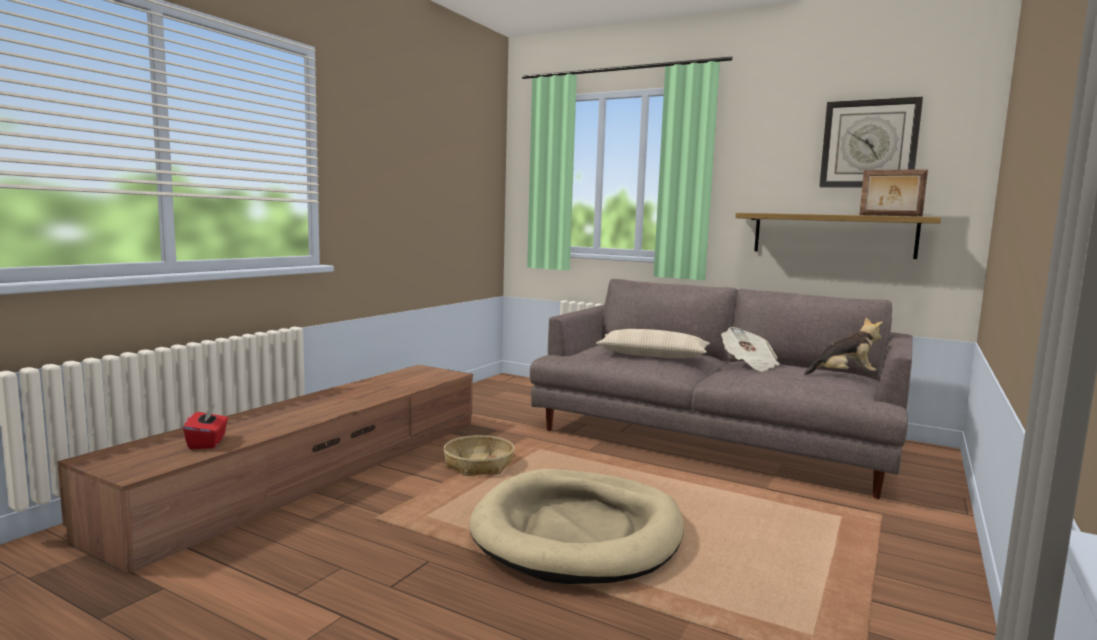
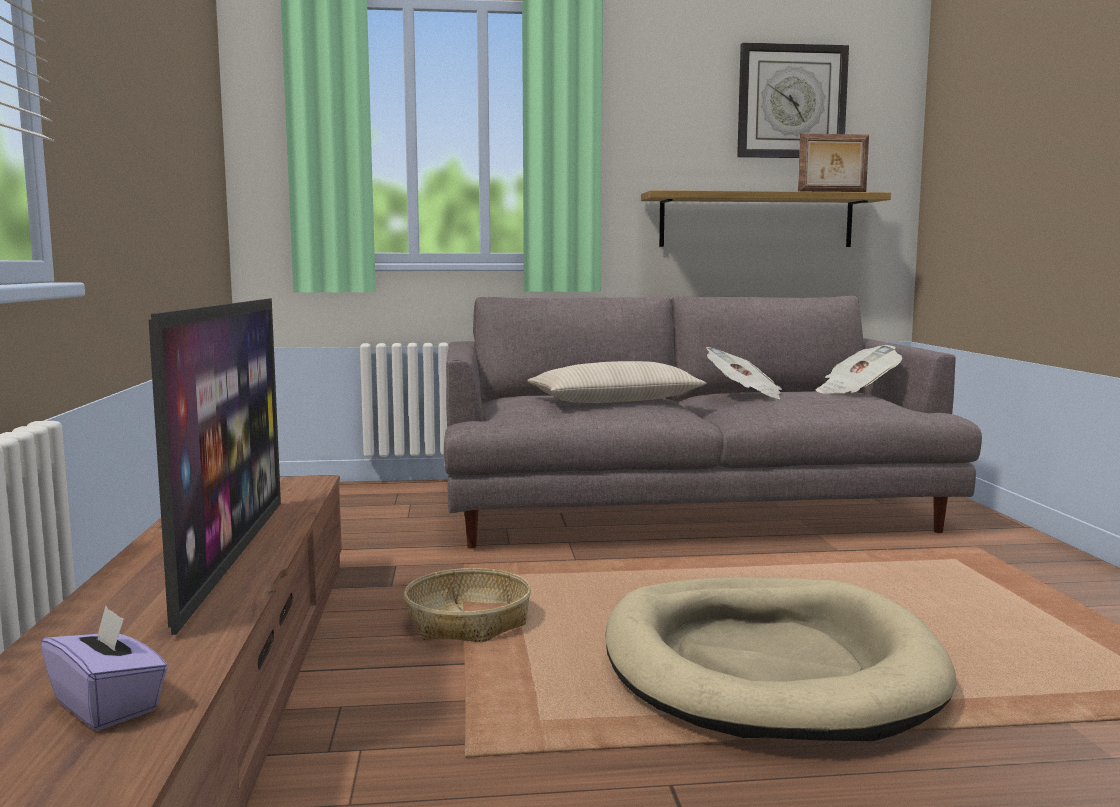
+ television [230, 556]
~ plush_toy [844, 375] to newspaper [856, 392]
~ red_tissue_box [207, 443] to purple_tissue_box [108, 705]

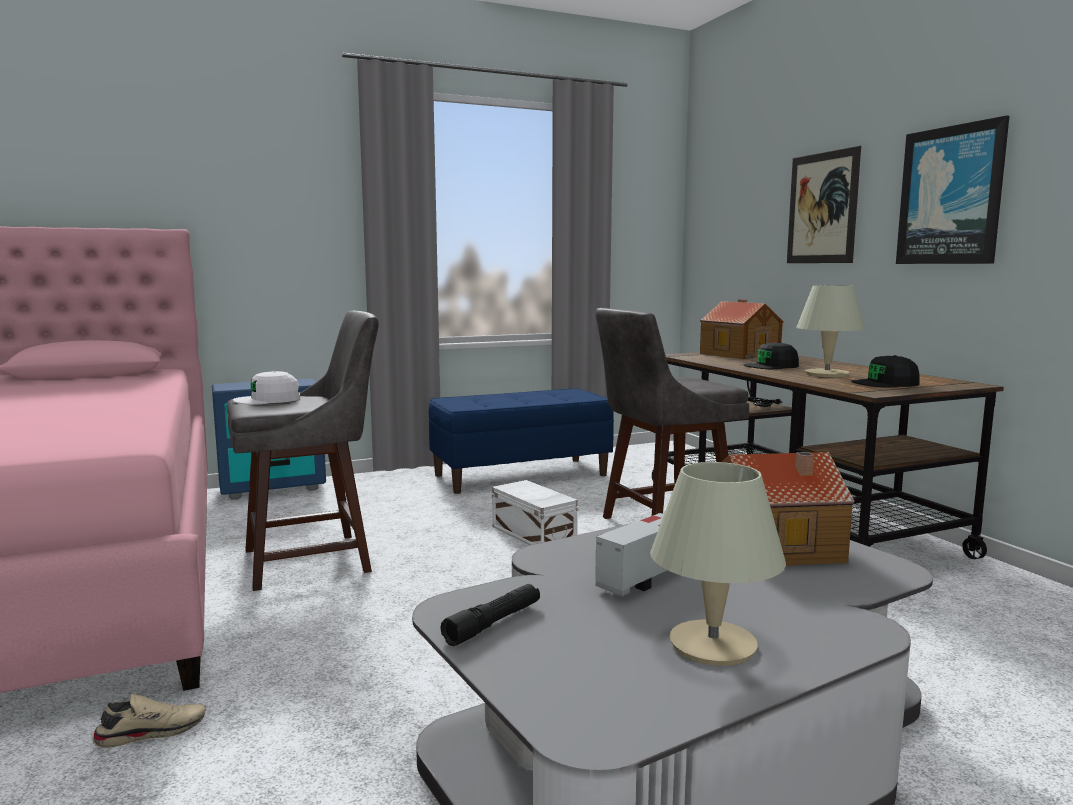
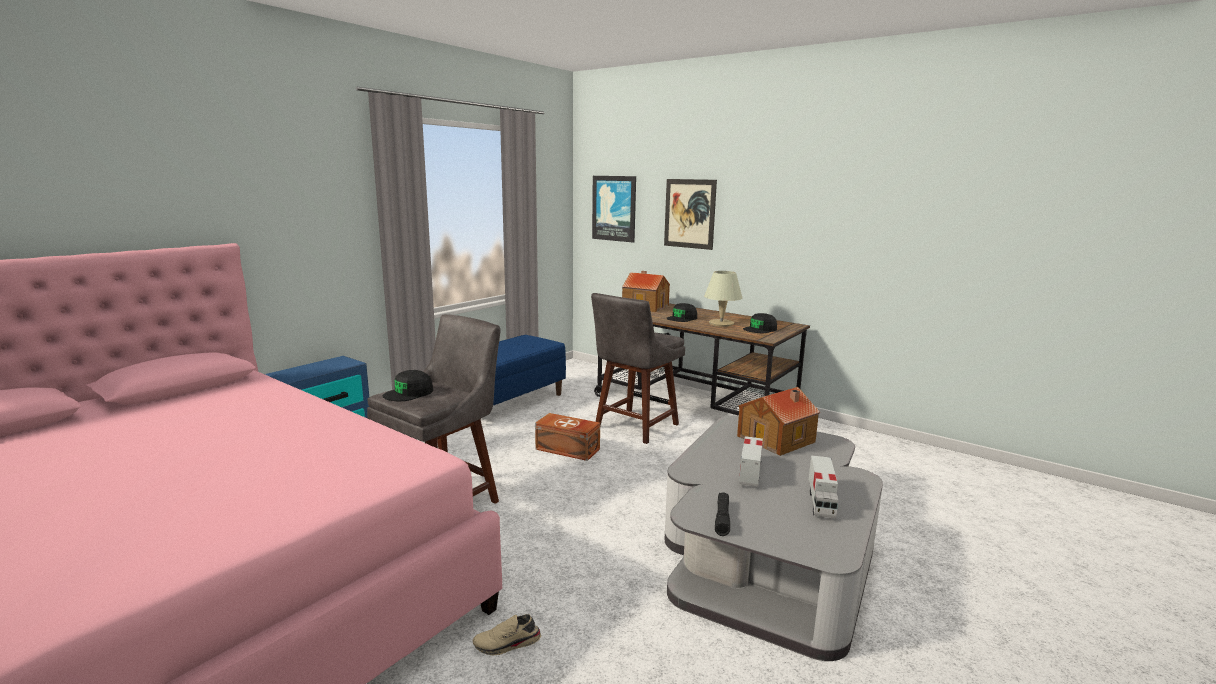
~ picture [950, 195] to [614, 208]
~ beige_table_lamp [713, 645] to toy_truck [821, 501]
~ white_cap [268, 399] to black_cap [409, 393]
~ white_storage_box [533, 535] to brown_storage_box [568, 449]
~ beige_shoe [152, 731] = [507, 644] 135 degrees counterclockwise

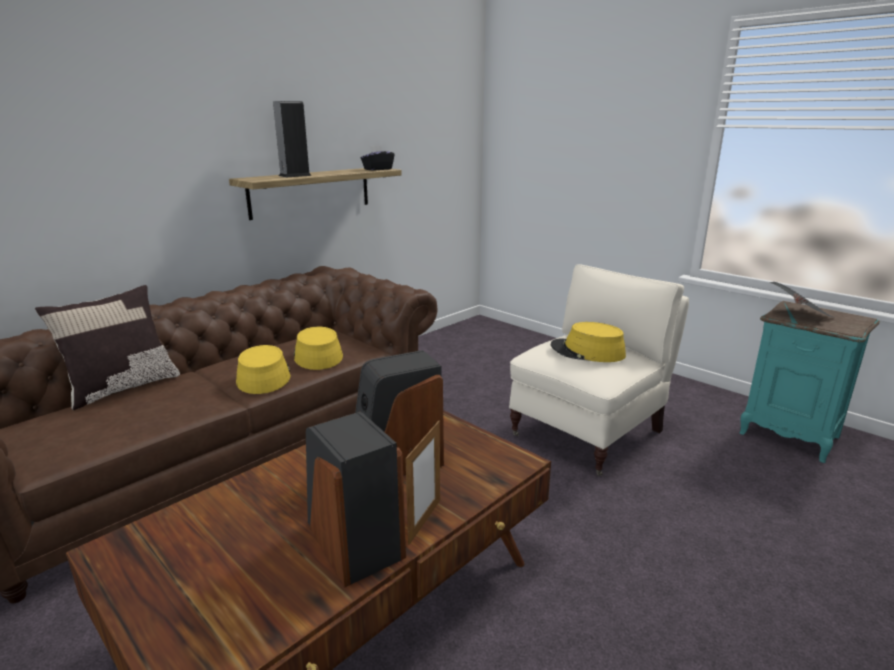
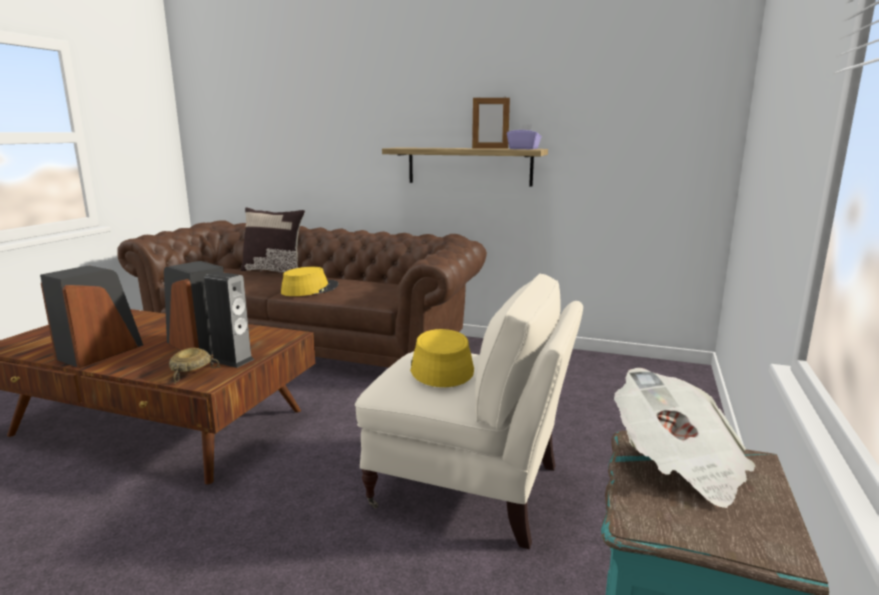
- yellow_hat [317, 355]
+ beige_bowl [192, 373]
~ speaker [295, 175] to [232, 360]
~ picture_frame [424, 521] to [490, 148]
~ black_tissue_box [377, 169] to purple_tissue_box [523, 149]

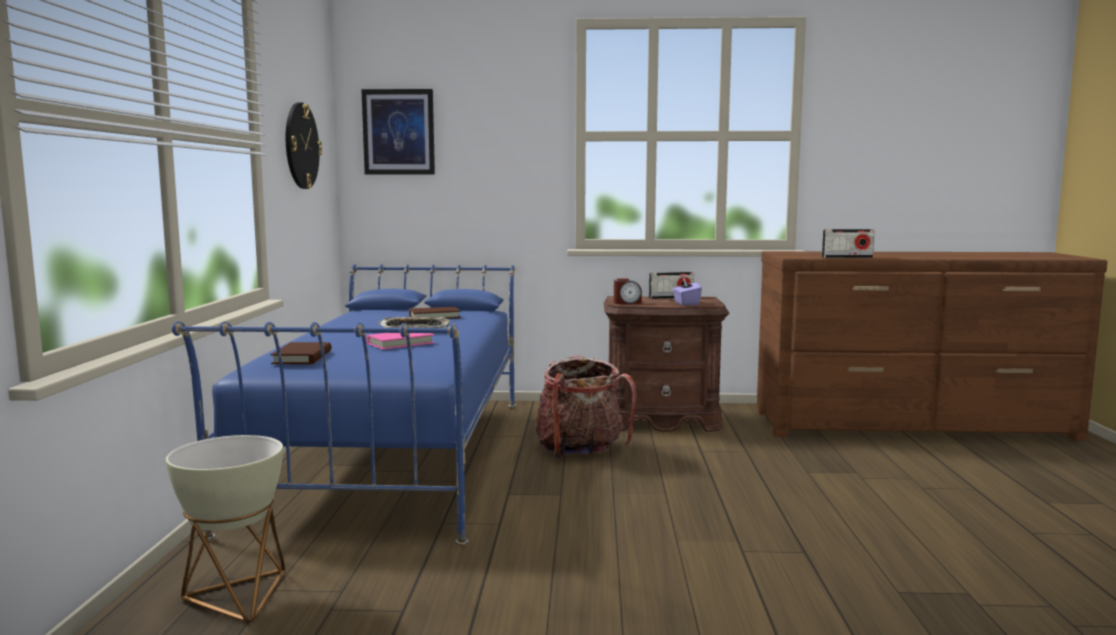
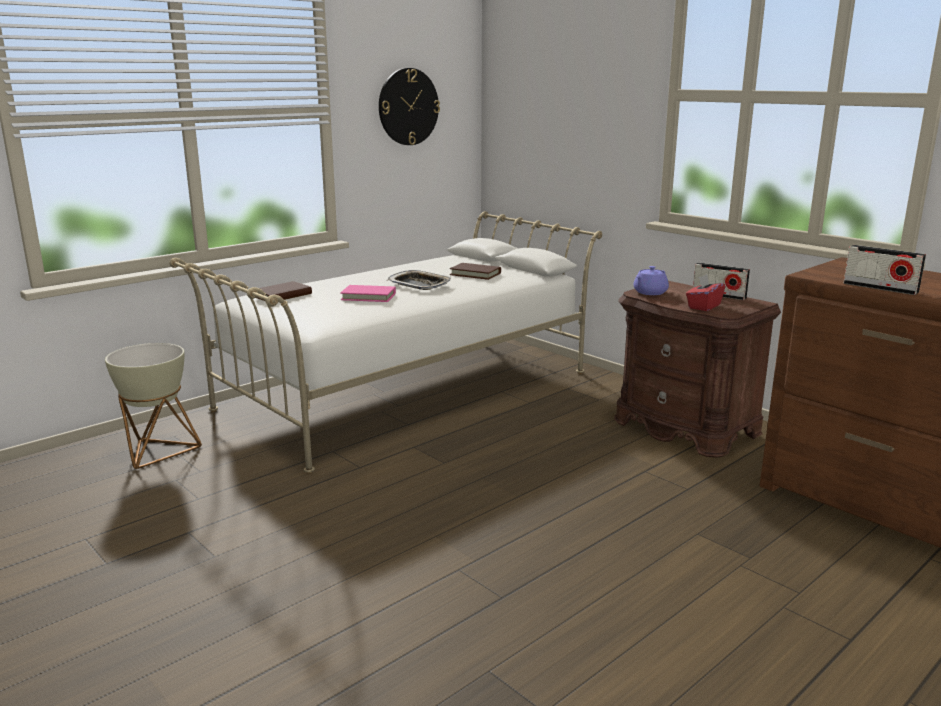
- picture [398, 132]
- backpack [580, 451]
~ alarm_clock [627, 302] to purple_teapot [649, 293]
~ blue_bed [394, 458] to white_bed [407, 390]
~ purple_tissue_box [686, 303] to red_tissue_box [703, 306]

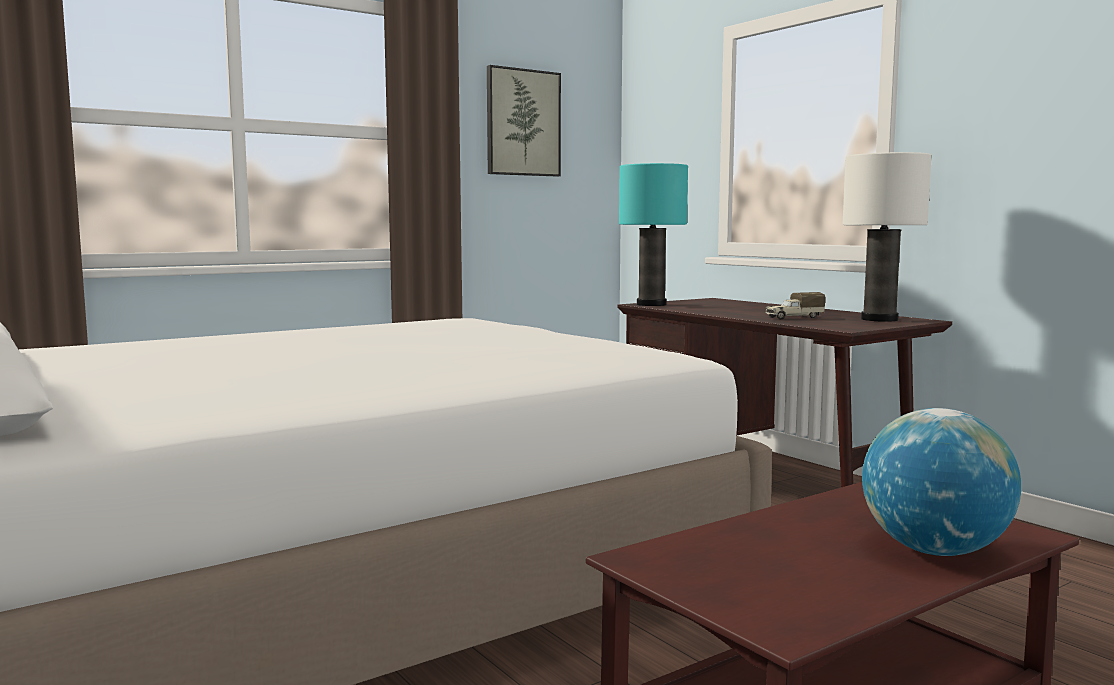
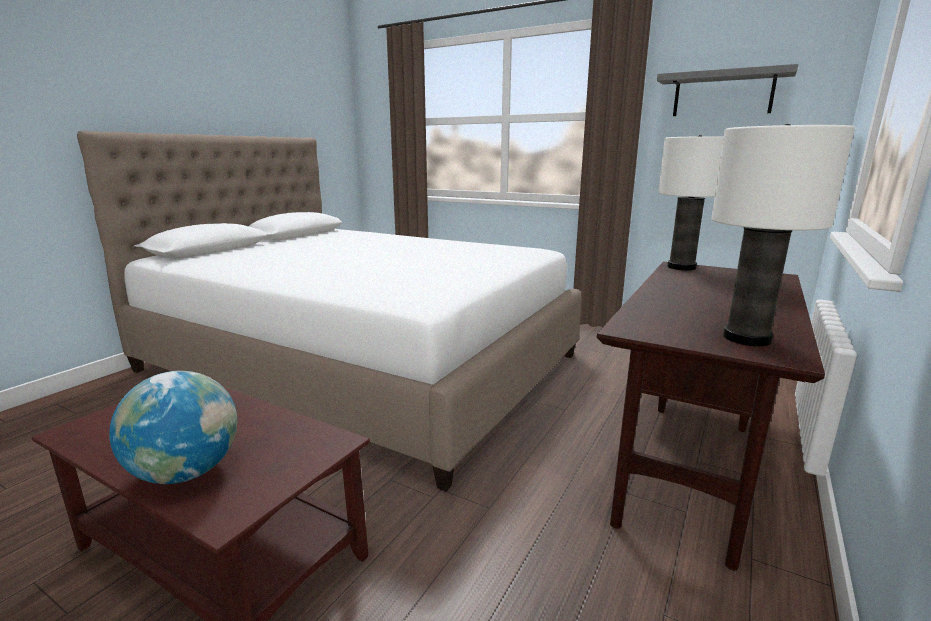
- toy_truck [793, 317]
~ picture [522, 123] to grey_shelf [722, 94]
~ turquoise_table_lamp [652, 304] to white_table_lamp [682, 267]

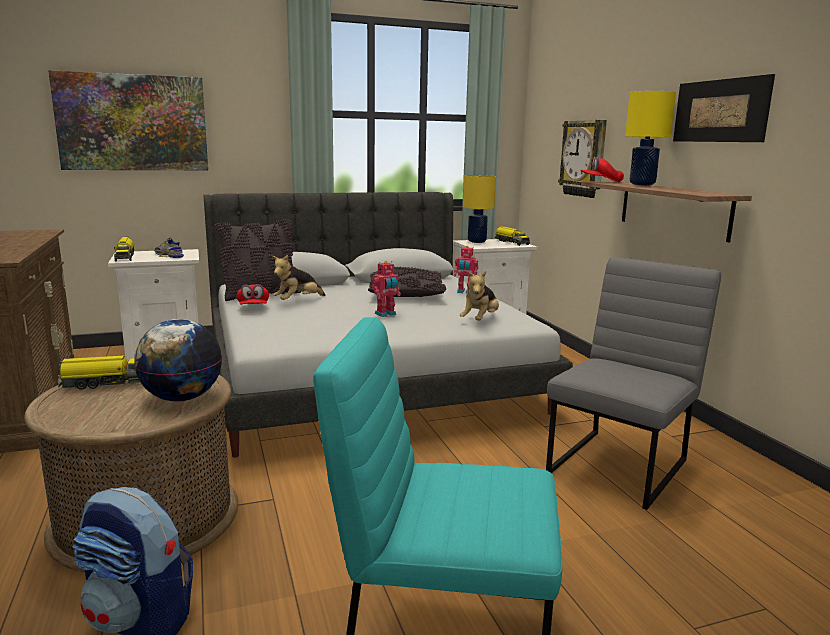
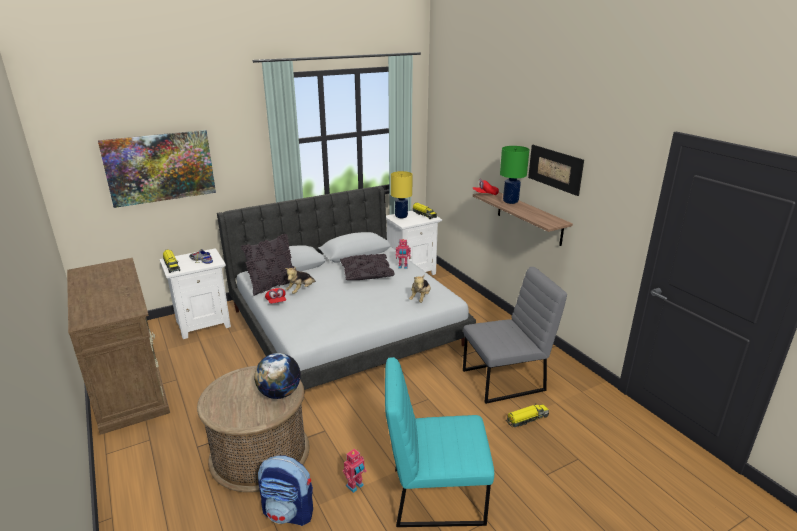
- wall_clock [584, 158]
~ toy_truck [109, 383] to [526, 419]
~ toy_robot [386, 314] to [355, 486]
~ yellow_table_lamp [642, 185] to green_table_lamp [510, 202]
~ grey_chair [620, 465] = [506, 380] 45 degrees clockwise

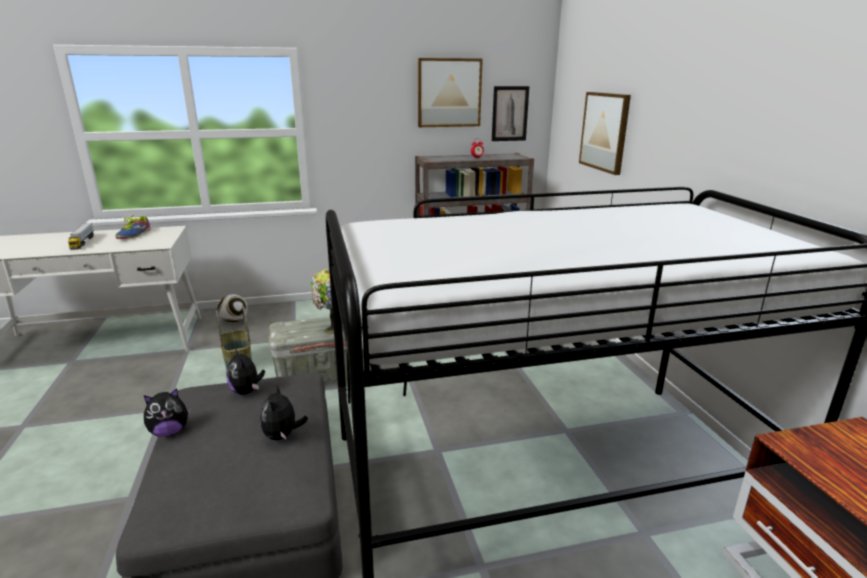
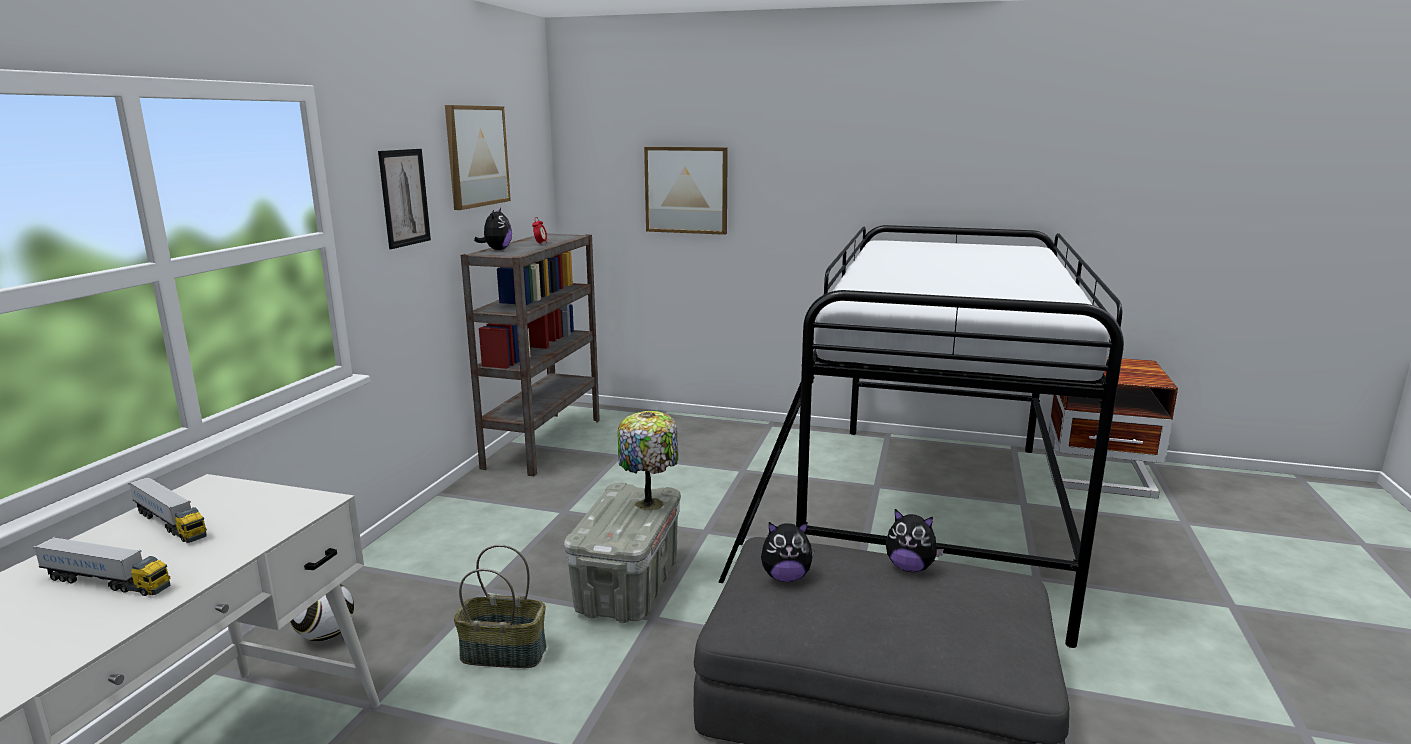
~ plush_toy [169, 432] to [497, 250]
~ picture [510, 113] to [404, 197]
~ shoe [134, 235] to toy_truck [170, 523]

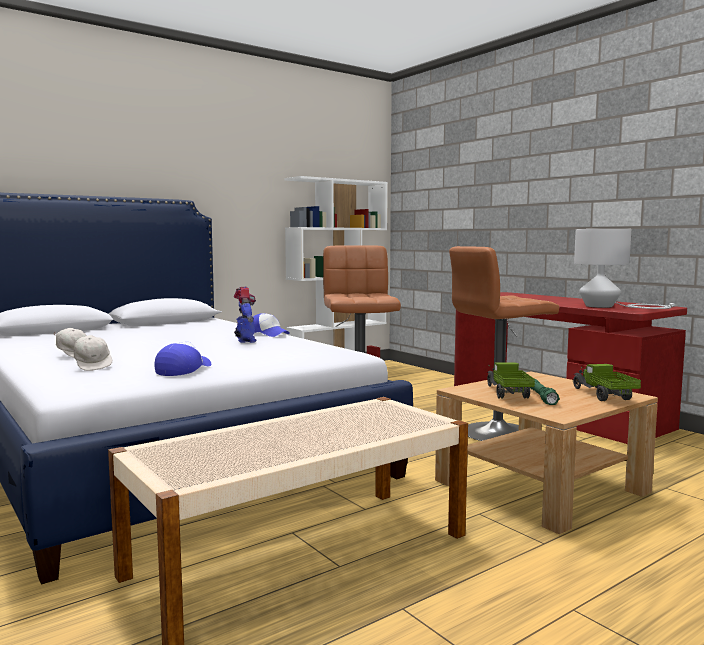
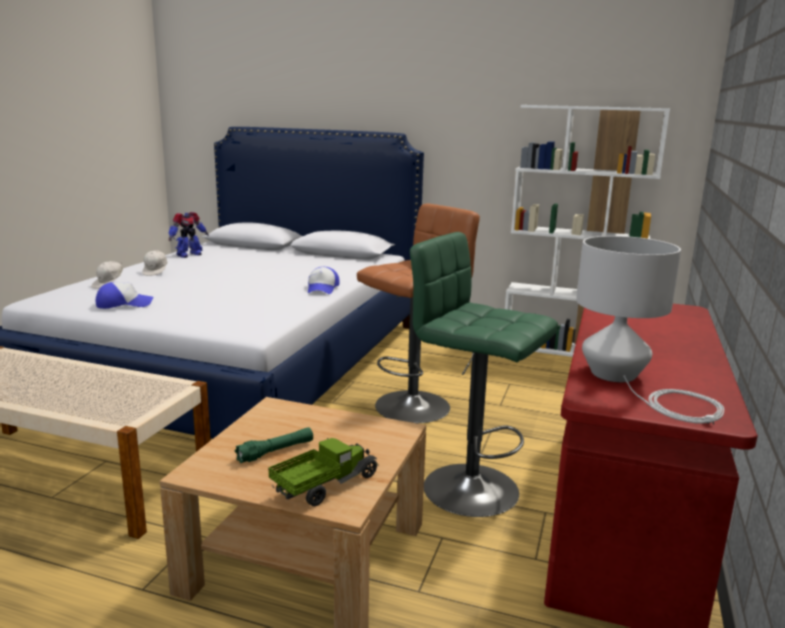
- toy_truck [507, 393]
~ toy_robot [245, 340] to [188, 255]
~ brown_stool [496, 432] to green_stool [470, 489]

